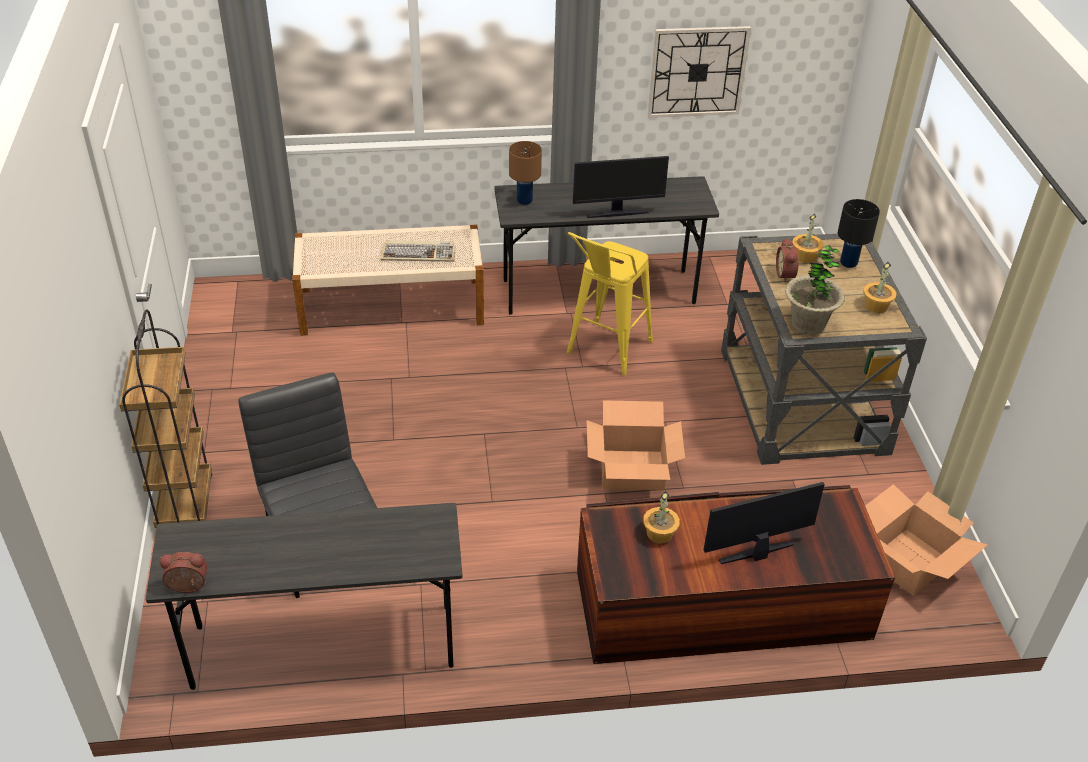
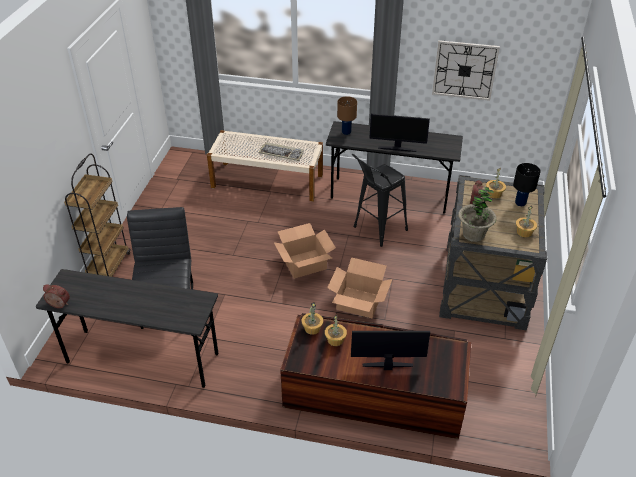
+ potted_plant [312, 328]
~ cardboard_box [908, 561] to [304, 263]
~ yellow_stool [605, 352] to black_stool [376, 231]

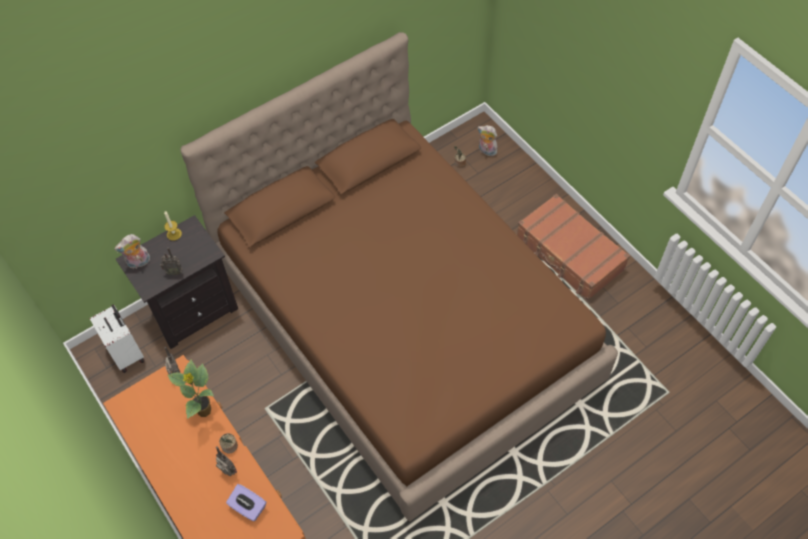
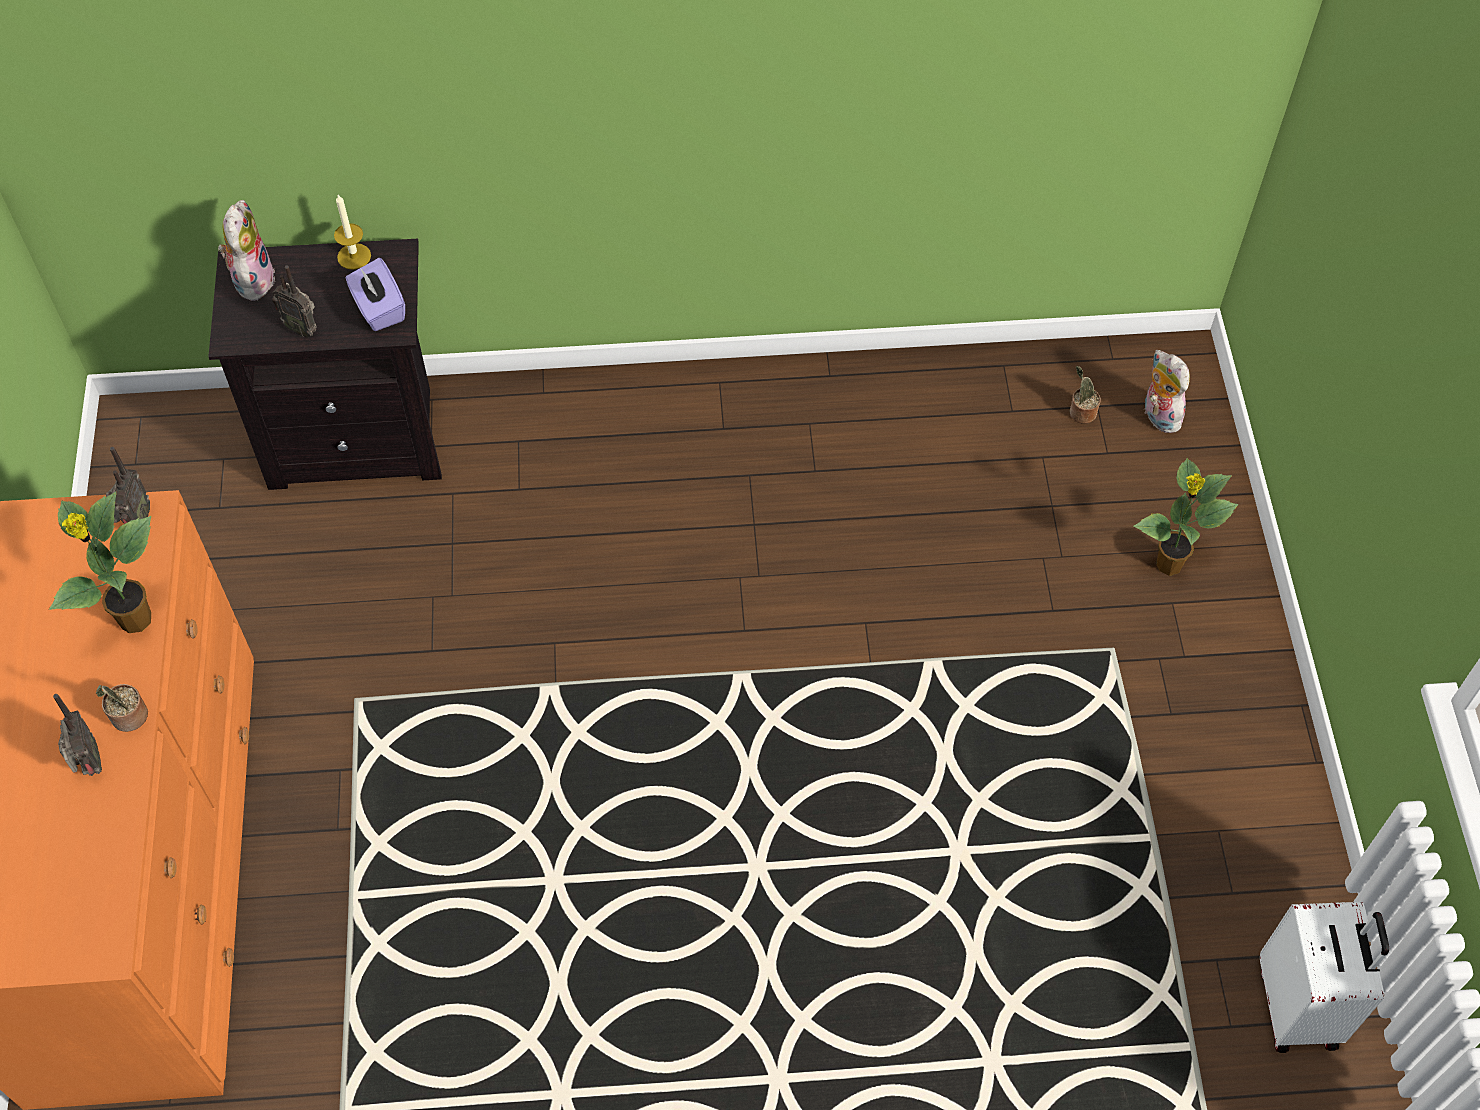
- brown_bed [405, 322]
- brown_suitcase [569, 254]
+ potted_plant [1168, 565]
~ white_suitcase [128, 353] to [1300, 1006]
~ purple_tissue_box [248, 507] to [379, 309]
~ plush_toy [138, 263] = [252, 279] 90 degrees clockwise

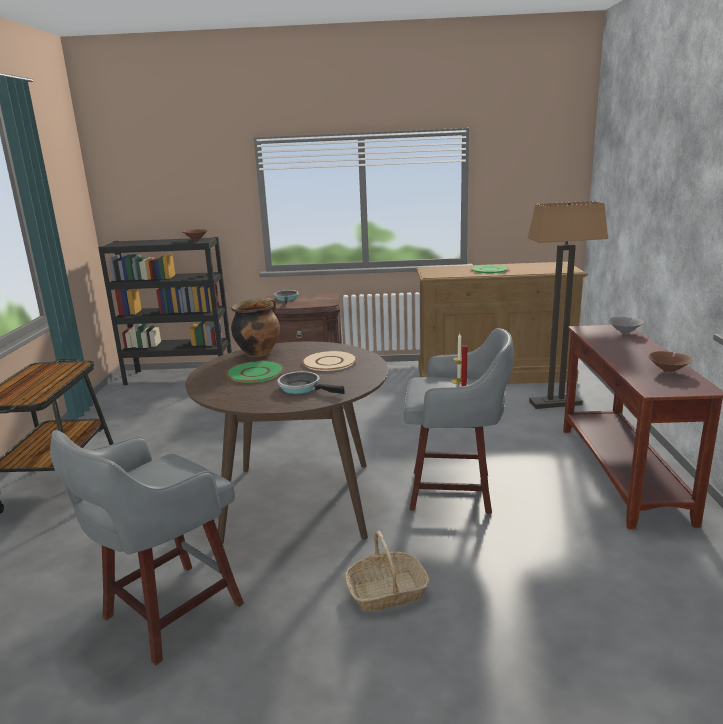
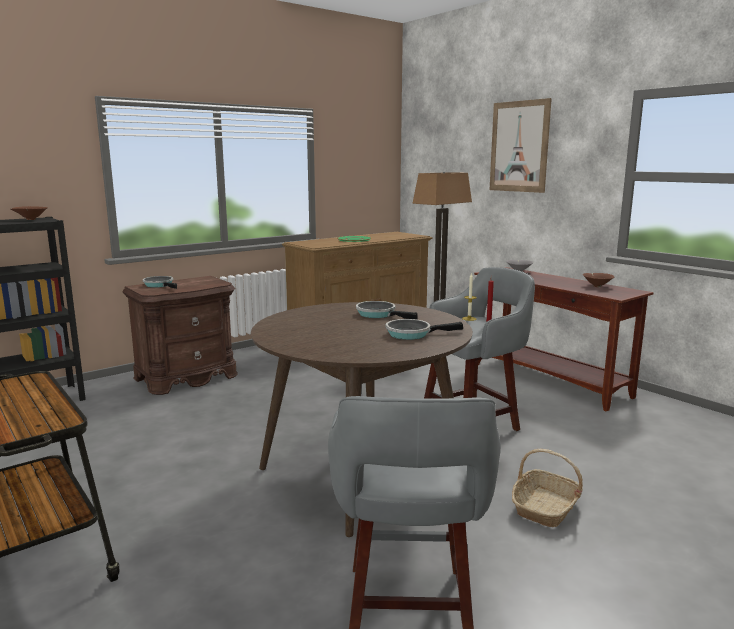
- green_plate [255, 373]
- cooking_pot [258, 353]
+ picture [519, 146]
~ beige_plate [329, 362] to frying_pan [379, 314]

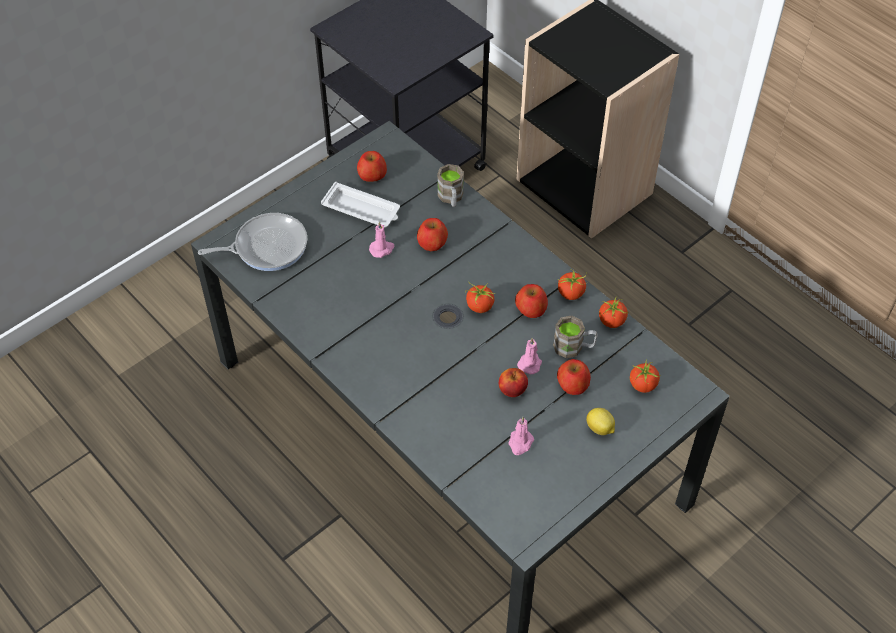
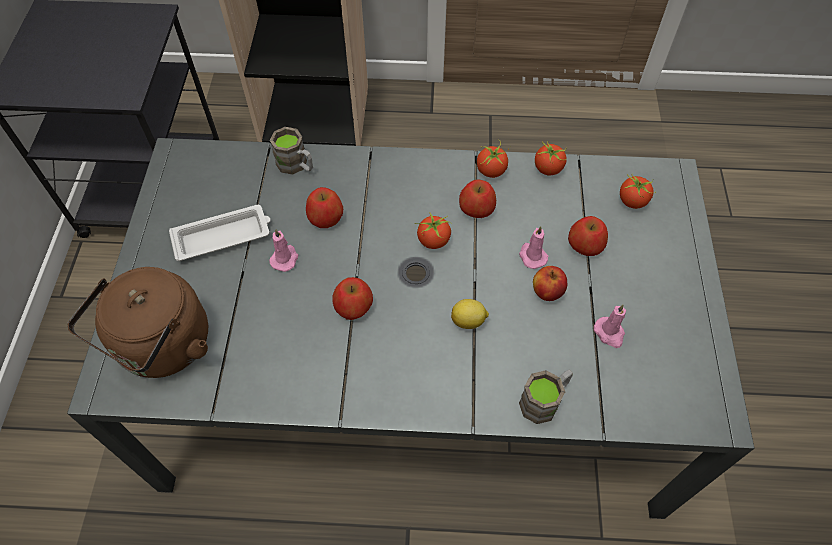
~ apple [372, 175] to [353, 306]
~ brown_mug [574, 347] to [544, 400]
~ lemon [600, 428] to [468, 321]
~ frying_pan [267, 246] to brown_kettle [162, 347]

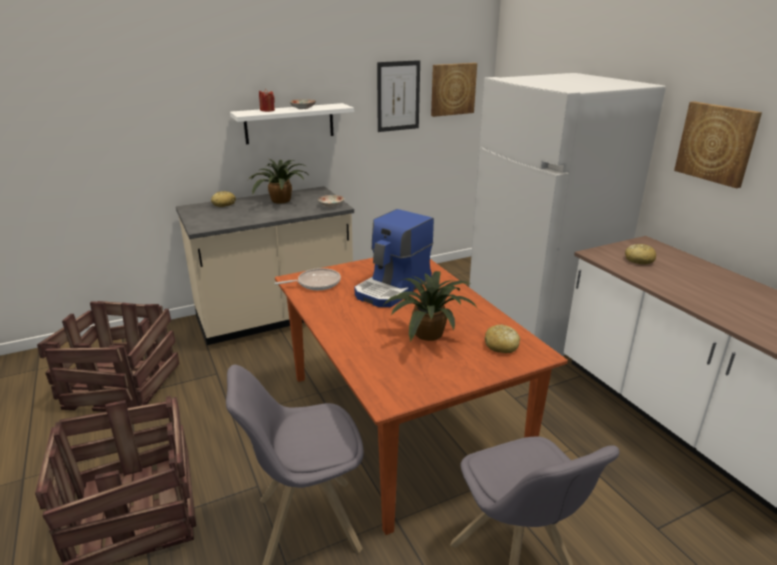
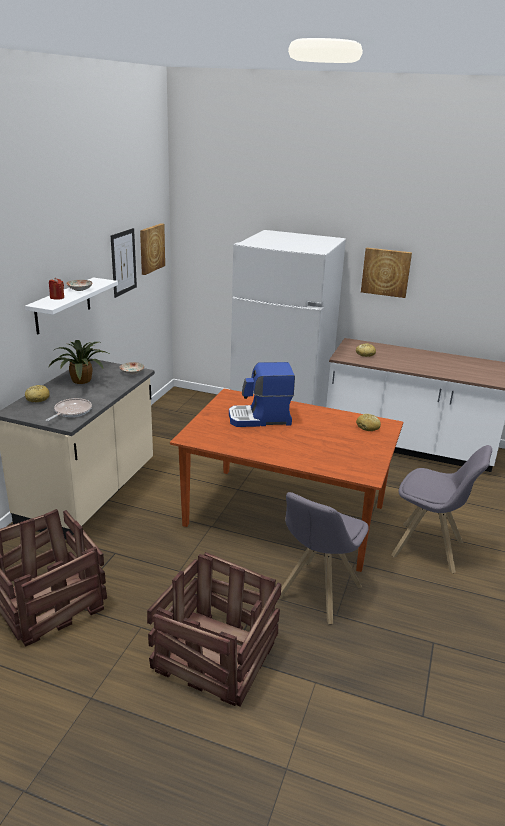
- potted_plant [429, 335]
~ frying_pan [316, 283] to [71, 412]
~ coffee_machine [393, 288] = [260, 419] 90 degrees clockwise

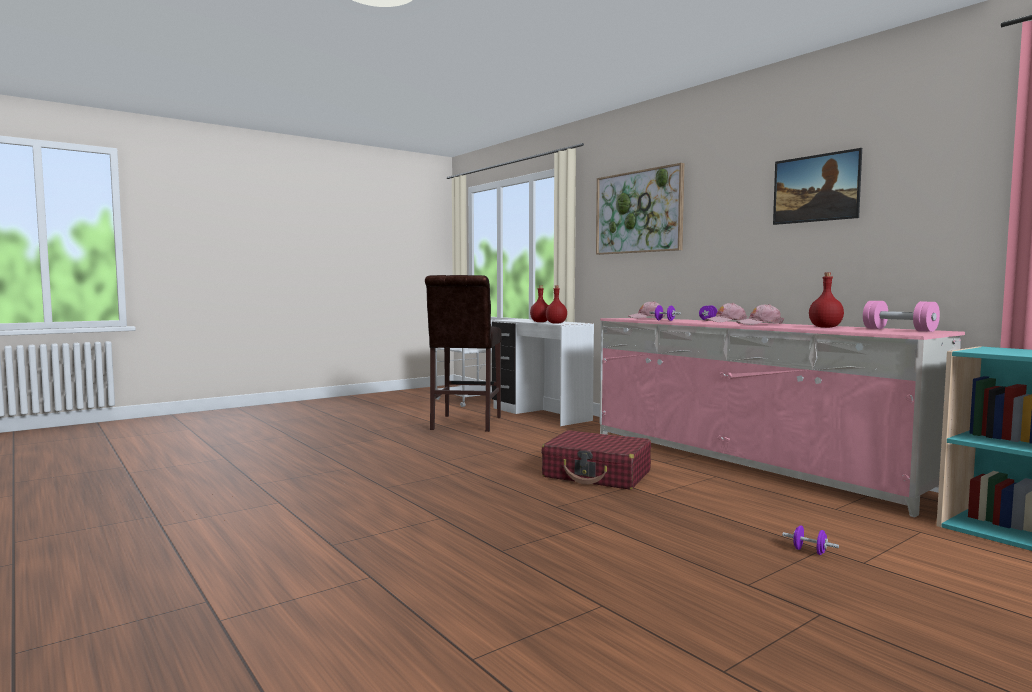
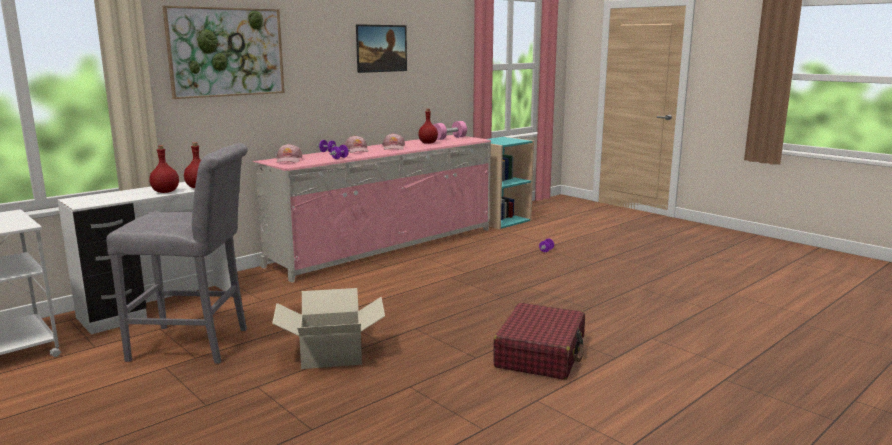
+ cardboard_box [331, 354]
~ red_suitcase [597, 474] to [540, 354]
~ brown_stool [464, 424] to grey_stool [196, 345]

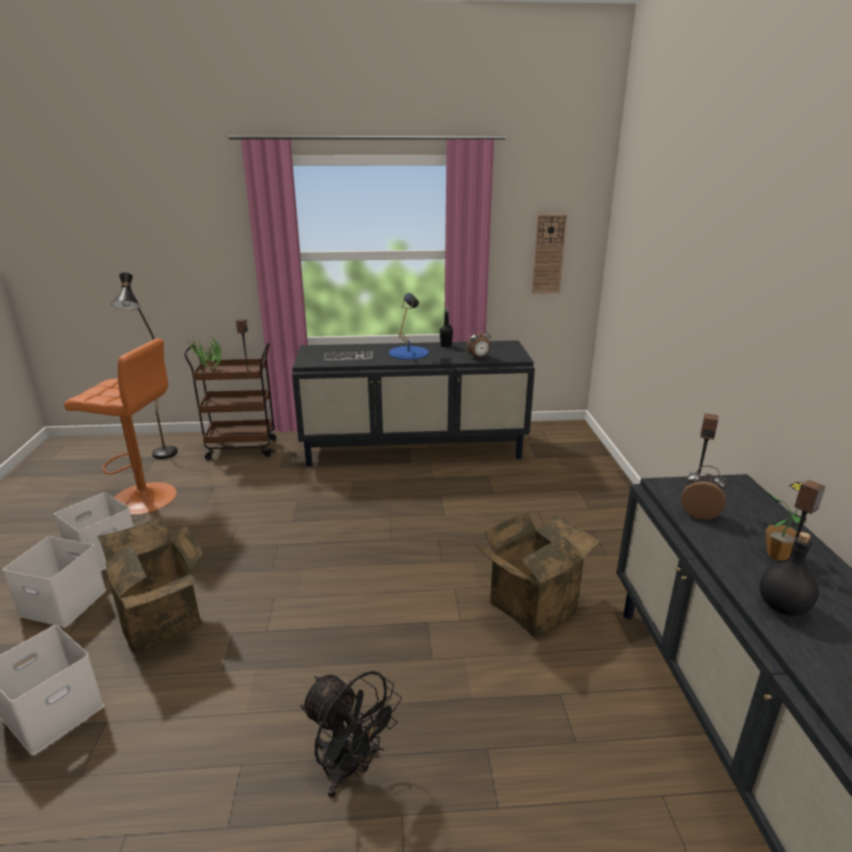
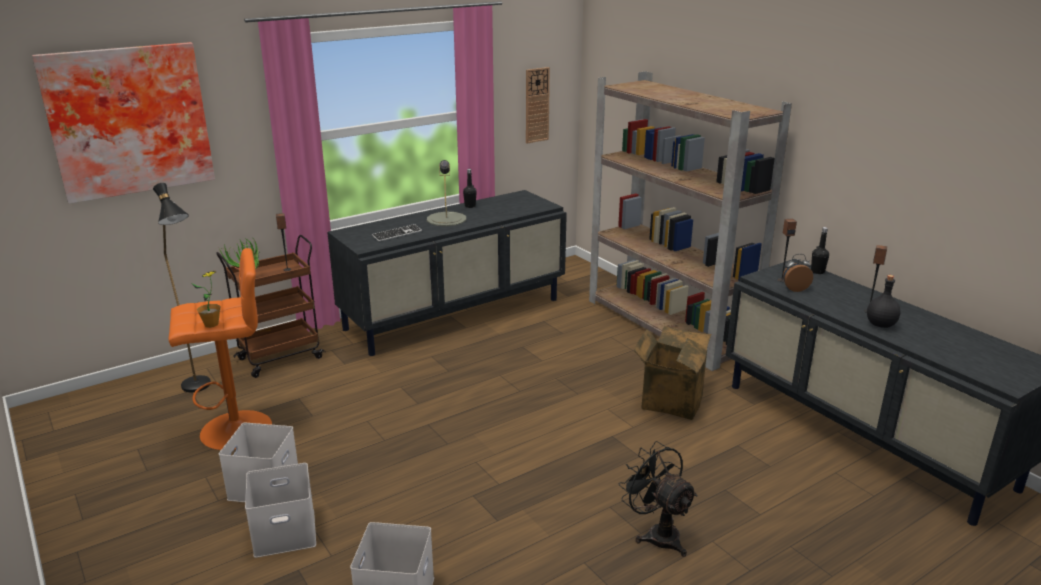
- cardboard_box [164, 619]
- alarm_clock [479, 358]
+ picture [129, 120]
+ brown_bookcase [668, 325]
+ black_bottle [817, 271]
~ potted_plant [777, 554] to [211, 324]
~ blue_table_lamp [408, 353] to grey_table_lamp [446, 219]
~ black_fan [350, 769] = [657, 534] 135 degrees counterclockwise

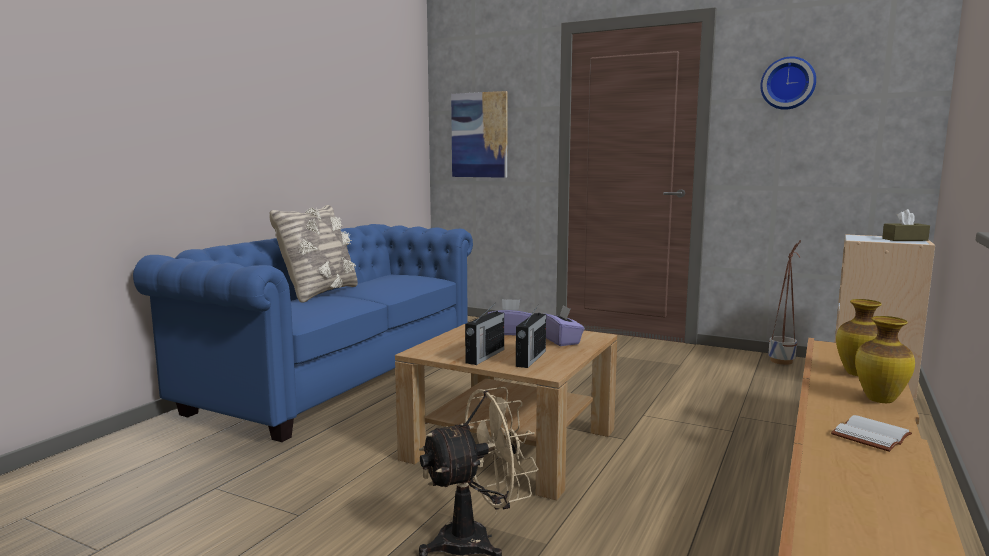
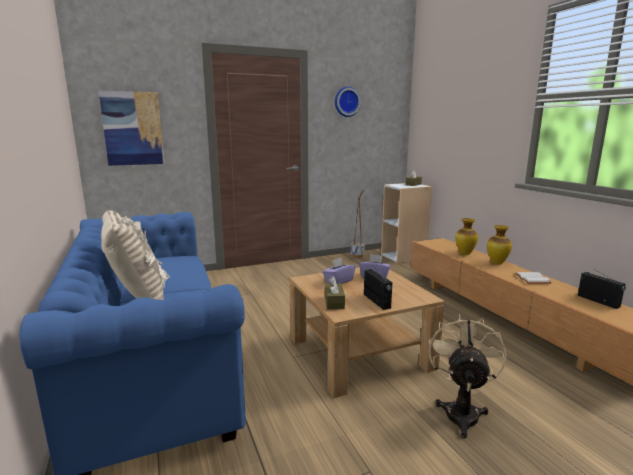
+ brown_tissue_box [334, 302]
~ radio [530, 359] to [599, 301]

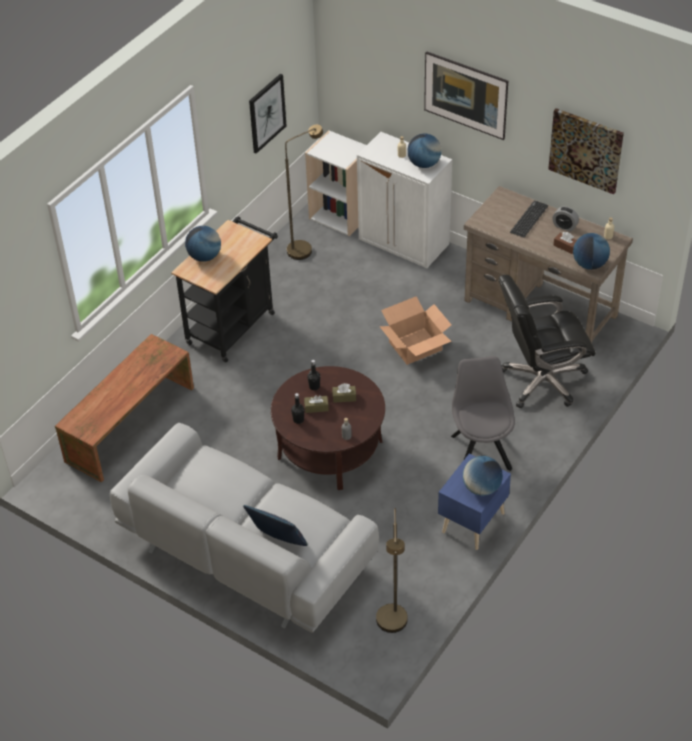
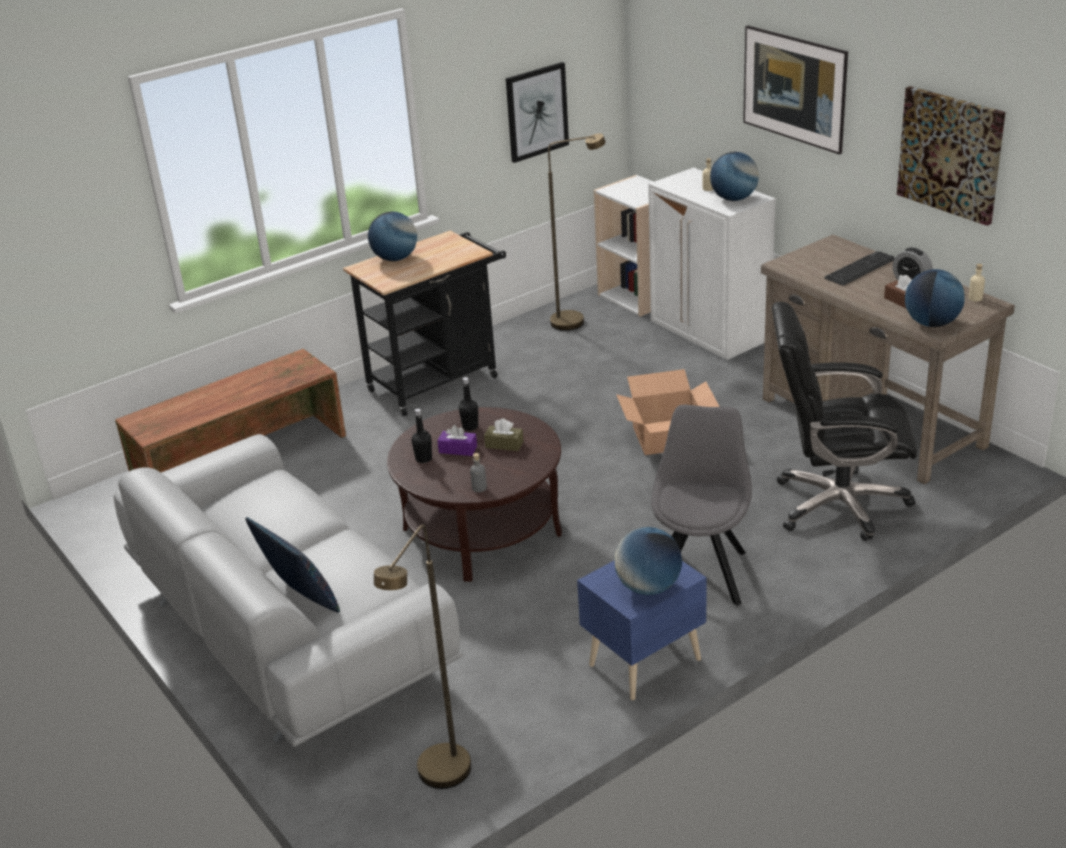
~ brown_tissue_box [316, 407] to purple_tissue_box [458, 449]

